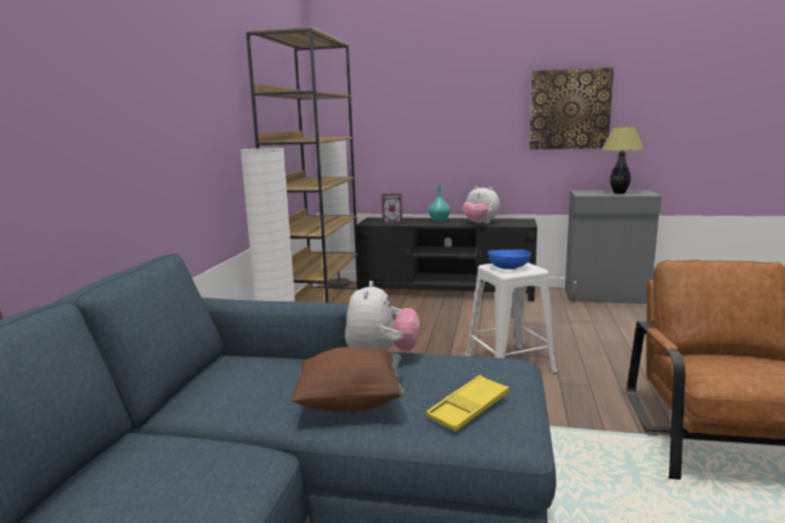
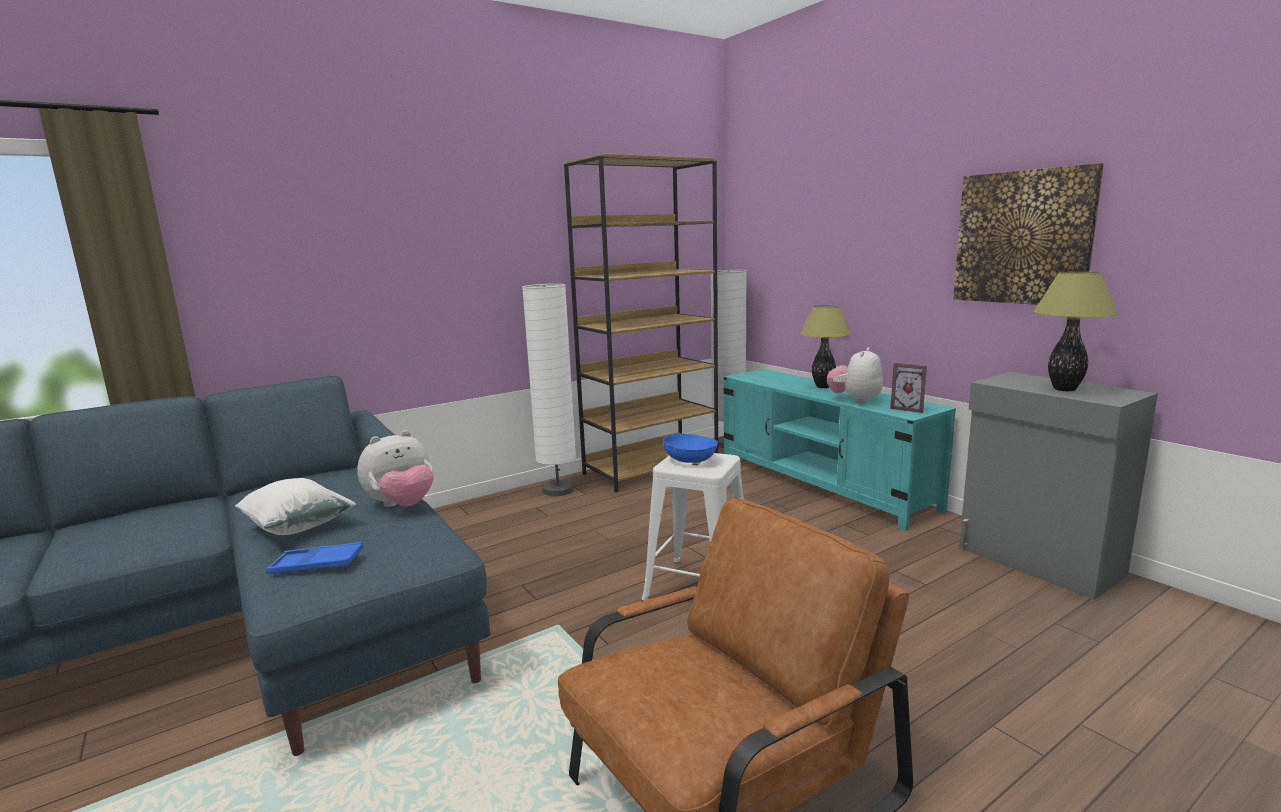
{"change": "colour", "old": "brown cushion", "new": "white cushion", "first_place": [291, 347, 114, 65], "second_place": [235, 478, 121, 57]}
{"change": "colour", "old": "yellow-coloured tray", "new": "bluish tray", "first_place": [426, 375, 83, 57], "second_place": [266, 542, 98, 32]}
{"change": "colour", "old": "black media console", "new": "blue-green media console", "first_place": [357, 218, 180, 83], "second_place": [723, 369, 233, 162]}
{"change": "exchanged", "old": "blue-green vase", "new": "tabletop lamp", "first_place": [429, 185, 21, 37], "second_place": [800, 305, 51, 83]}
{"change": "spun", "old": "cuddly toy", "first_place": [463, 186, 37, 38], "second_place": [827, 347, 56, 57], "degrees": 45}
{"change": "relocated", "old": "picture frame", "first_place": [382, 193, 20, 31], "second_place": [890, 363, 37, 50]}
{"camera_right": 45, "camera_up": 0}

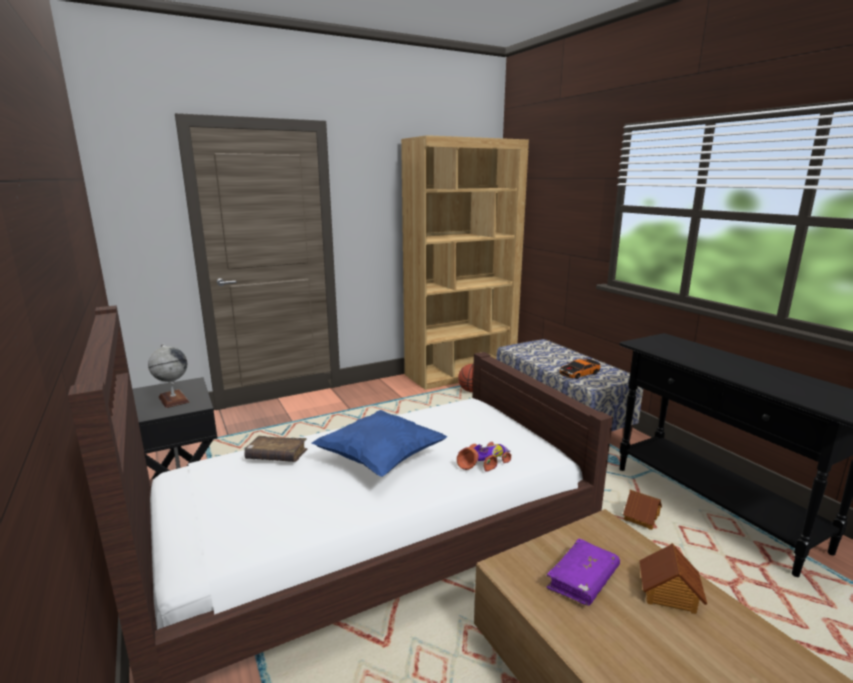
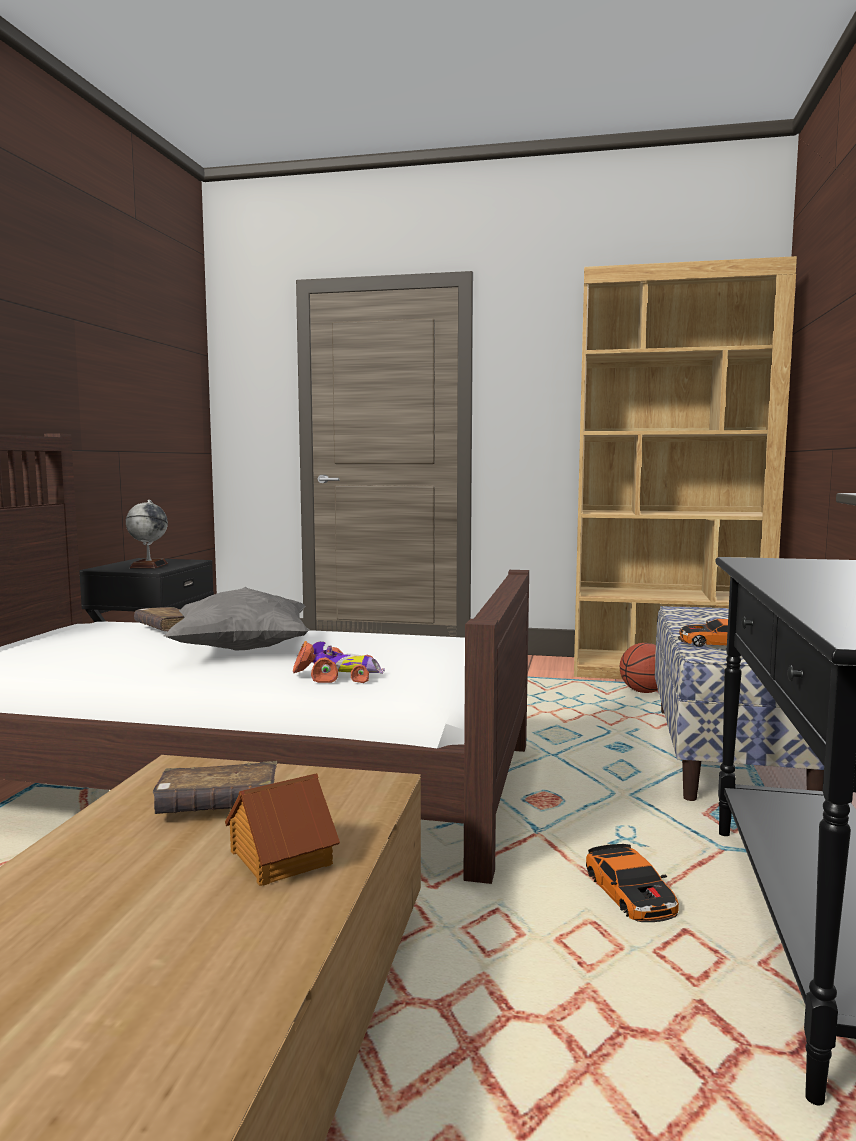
{"change": "colour", "old": "purplish volume", "new": "brown volume", "first_place": [547, 539, 73, 67], "second_place": [153, 761, 124, 53]}
{"change": "colour", "old": "bluish cushion", "new": "gray cushion", "first_place": [312, 410, 135, 67], "second_place": [164, 587, 146, 63]}
{"change": "exchanged", "old": "miniature house", "new": "miniature car", "first_place": [623, 490, 39, 40], "second_place": [586, 844, 93, 78]}
{"camera_right": 40, "camera_up": -10}

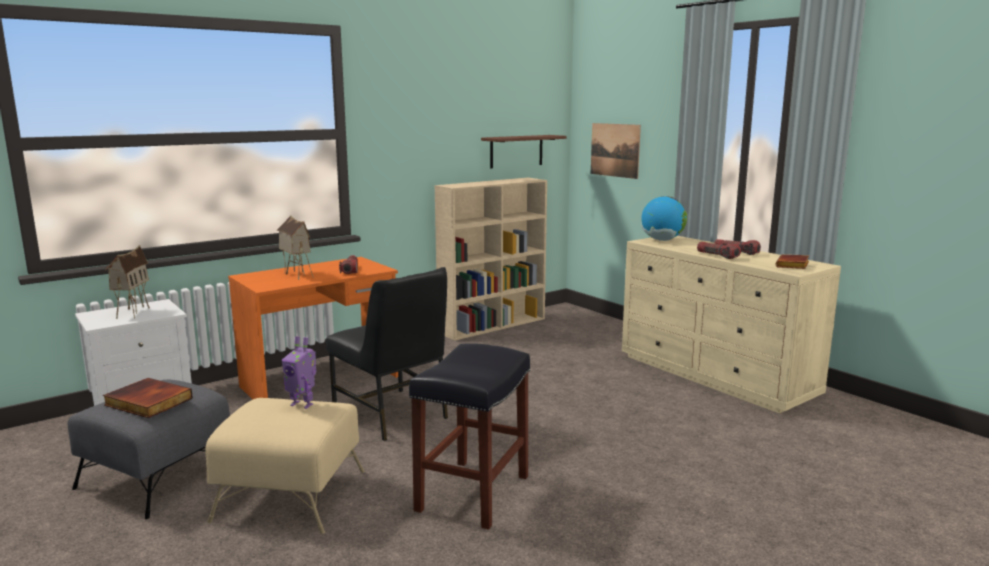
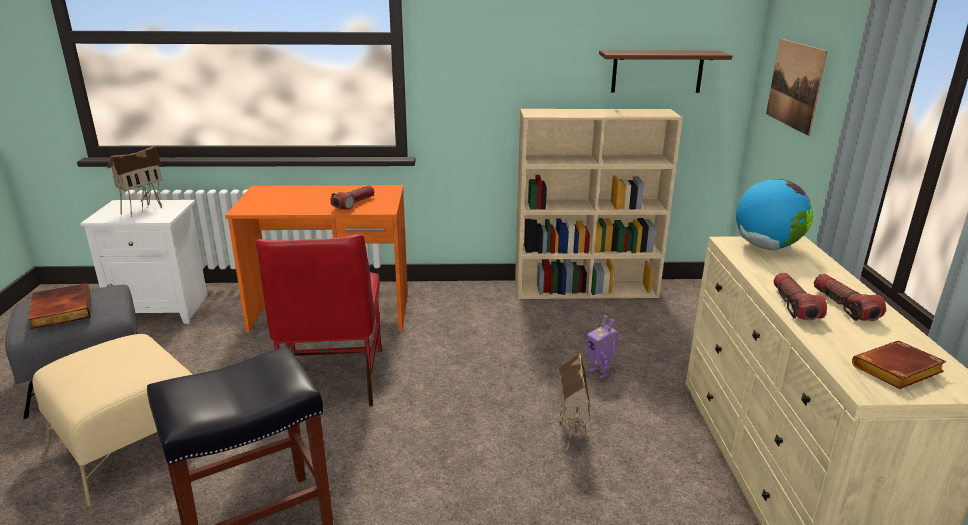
{"change": "colour", "old": "black chair", "new": "red chair", "first_place": [326, 267, 122, 174], "second_place": [255, 235, 127, 172]}
{"change": "relocated", "old": "miniature house", "first_place": [277, 215, 37, 65], "second_place": [557, 353, 34, 97]}
{"change": "relocated", "old": "toy robot", "first_place": [282, 336, 34, 73], "second_place": [587, 315, 32, 64]}
{"camera_right": 35, "camera_up": 10}

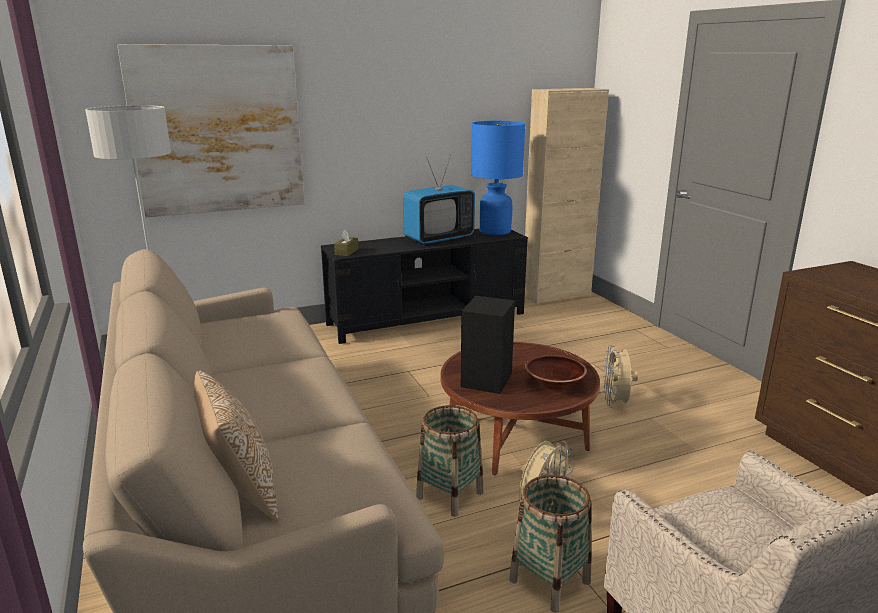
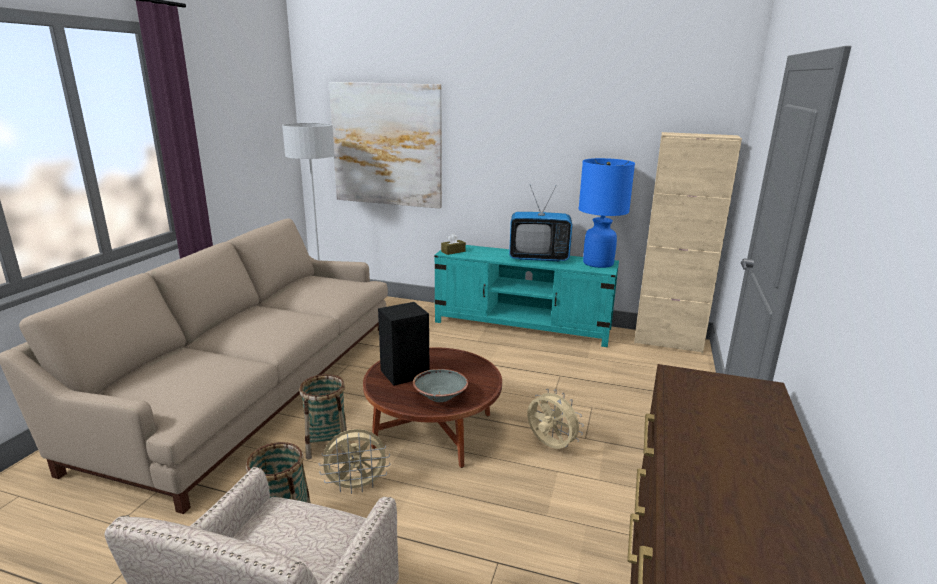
{"change": "colour", "old": "brown serving bowl", "new": "gray serving bowl", "first_place": [525, 356, 62, 35], "second_place": [413, 369, 55, 33]}
{"change": "colour", "old": "black media console", "new": "blue-green media console", "first_place": [321, 229, 207, 115], "second_place": [434, 245, 185, 102]}
{"change": "spun", "old": "sand-coloured electric fan", "first_place": [603, 345, 35, 62], "second_place": [527, 389, 57, 60], "degrees": 90}
{"change": "missing", "old": "cushion", "first_place": [194, 370, 84, 151]}
{"camera_right": 40, "camera_up": 0}

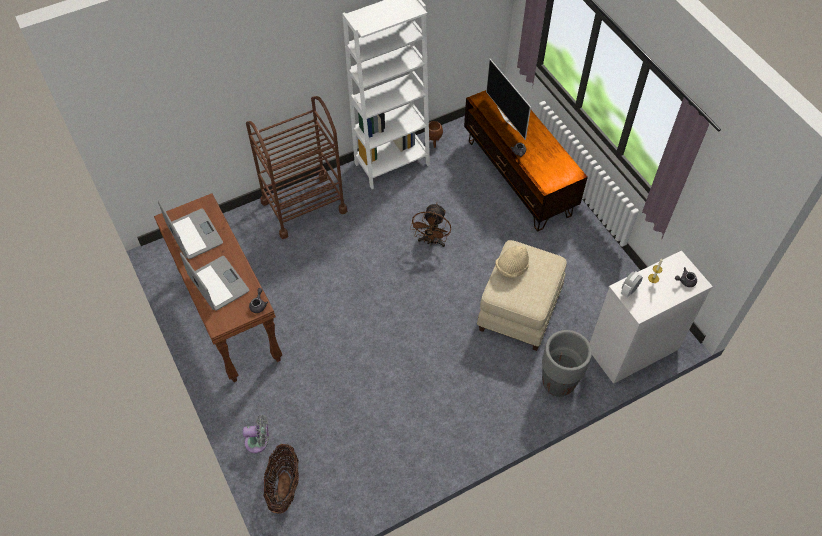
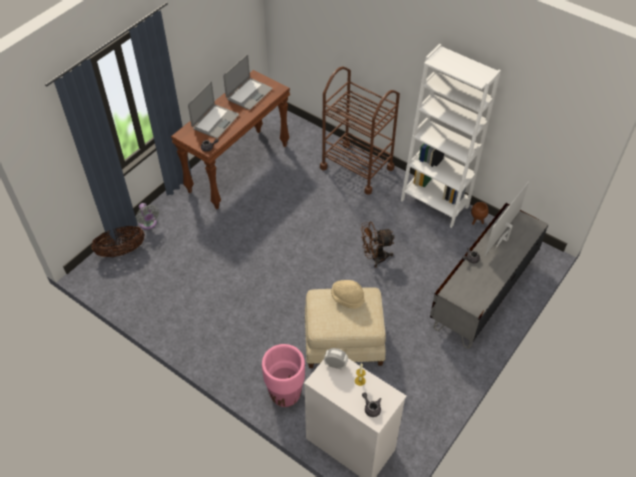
{"change": "colour", "old": "gray plant pot", "new": "pink plant pot", "first_place": [542, 330, 50, 67], "second_place": [262, 344, 43, 63]}
{"change": "colour", "old": "brown media console", "new": "gray media console", "first_place": [464, 90, 124, 141], "second_place": [430, 203, 119, 146]}
{"camera_right": 65, "camera_up": -5}

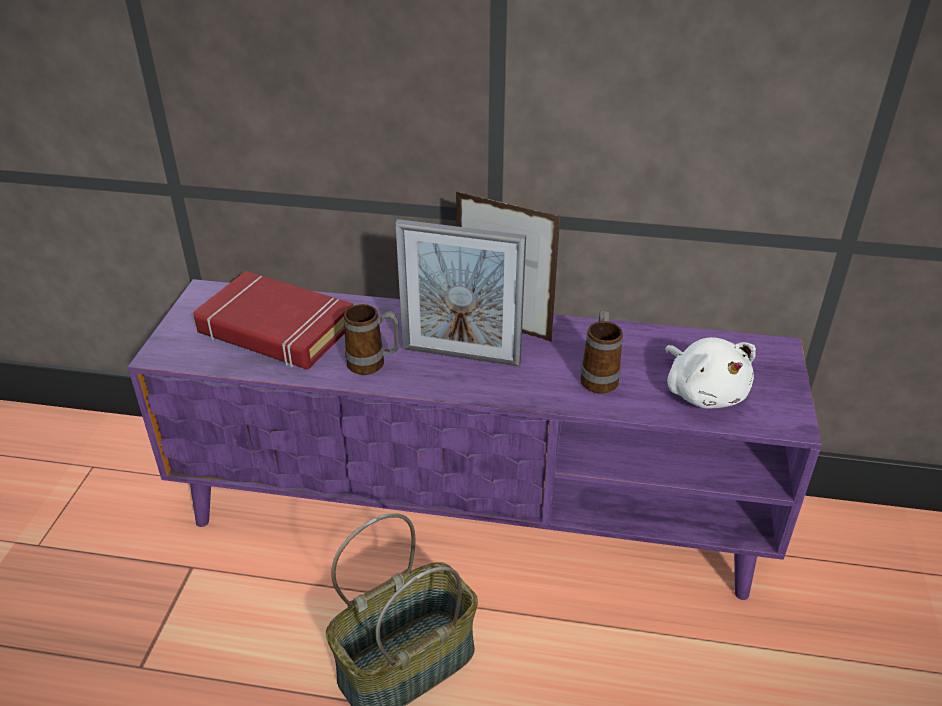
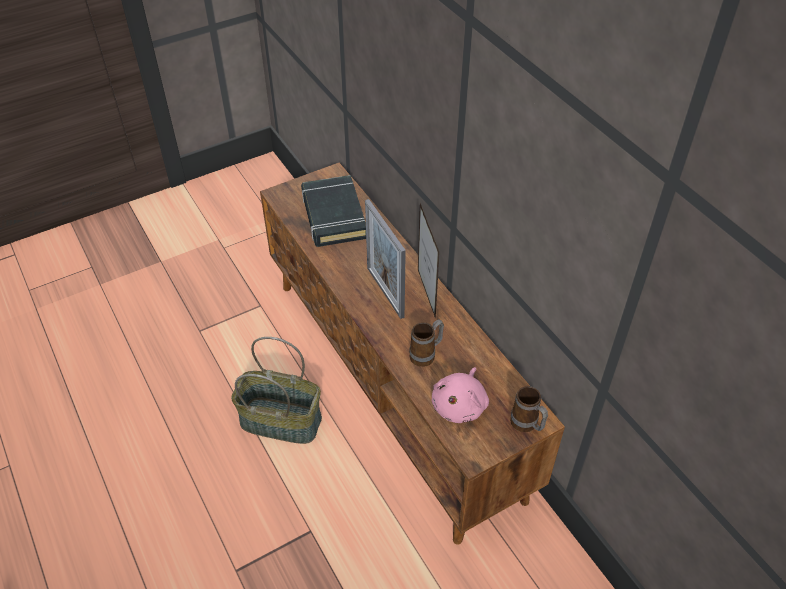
{"change": "colour", "old": "purplish media console", "new": "brown media console", "first_place": [128, 279, 694, 321], "second_place": [260, 163, 305, 382]}
{"change": "colour", "old": "red volume", "new": "black volume", "first_place": [193, 271, 160, 98], "second_place": [301, 175, 65, 72]}
{"change": "colour", "old": "white cuddly toy", "new": "pink cuddly toy", "first_place": [665, 337, 91, 72], "second_place": [431, 367, 58, 56]}
{"change": "relocated", "old": "mug", "first_place": [344, 304, 55, 71], "second_place": [510, 386, 38, 46]}
{"camera_right": 50, "camera_up": 10}

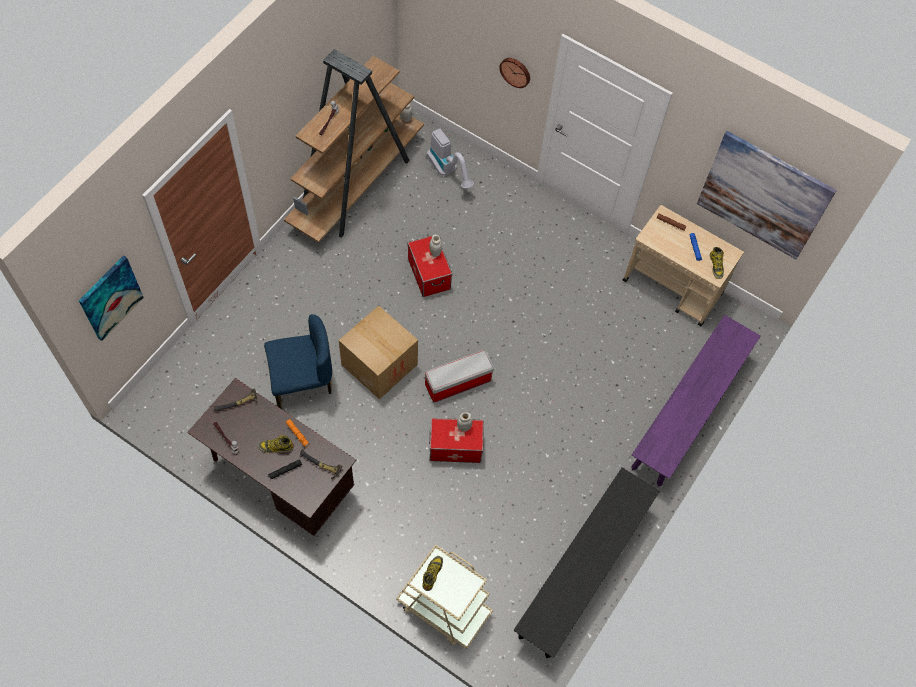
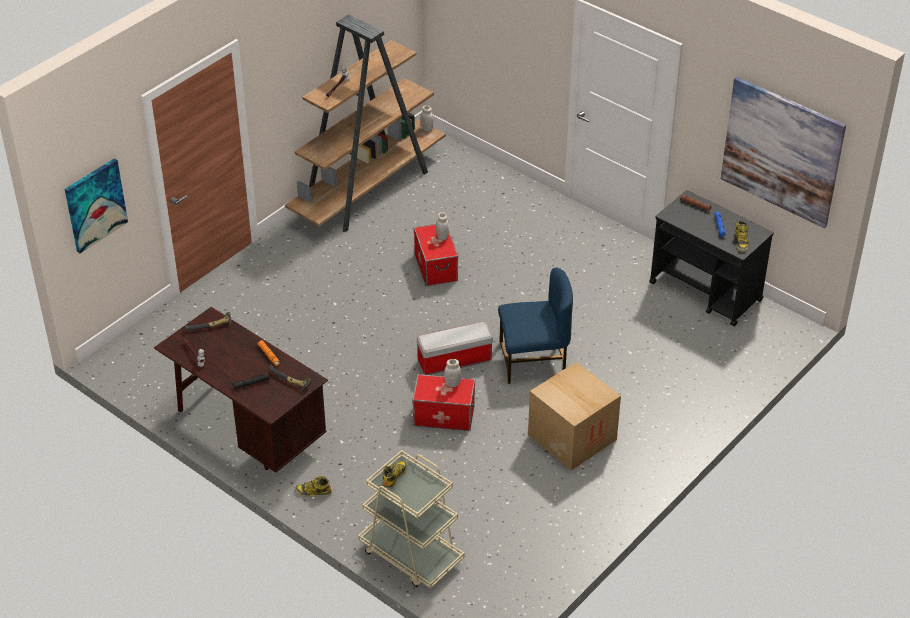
{"change": "relocated", "old": "tall boot", "first_place": [258, 435, 36, 18], "second_place": [294, 476, 38, 21]}
{"change": "relocated", "old": "bluish chair", "first_place": [264, 314, 68, 94], "second_place": [498, 268, 75, 116]}
{"change": "relocated", "old": "cardboard box", "first_place": [339, 306, 79, 94], "second_place": [528, 362, 93, 108]}
{"change": "colour", "old": "sand-coloured cart", "new": "black cart", "first_place": [623, 205, 121, 121], "second_place": [649, 190, 125, 137]}
{"change": "missing", "old": "vacuum", "first_place": [427, 129, 47, 60]}
{"change": "missing", "old": "clock on the wall", "first_place": [499, 58, 31, 30]}
{"change": "missing", "old": "black long seat", "first_place": [514, 467, 146, 191]}
{"change": "missing", "old": "purplish long seat", "first_place": [631, 315, 130, 172]}
{"camera_right": 10, "camera_up": -20}

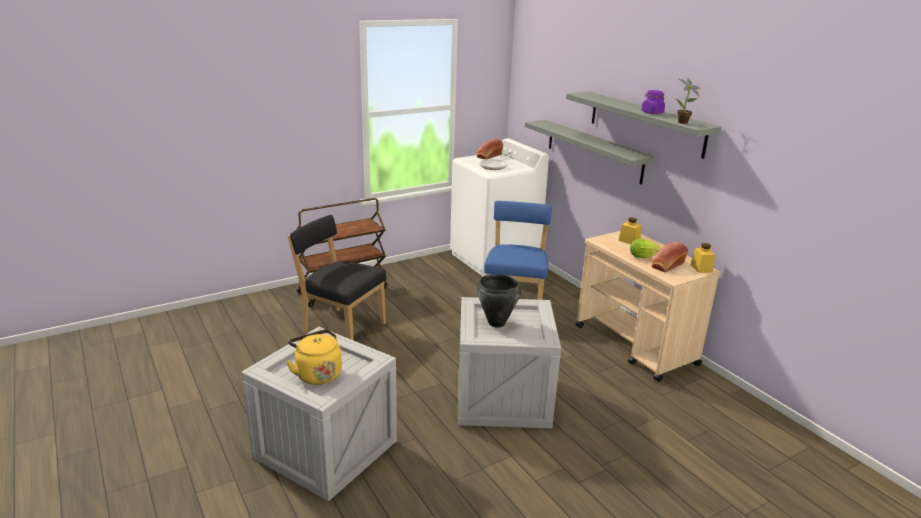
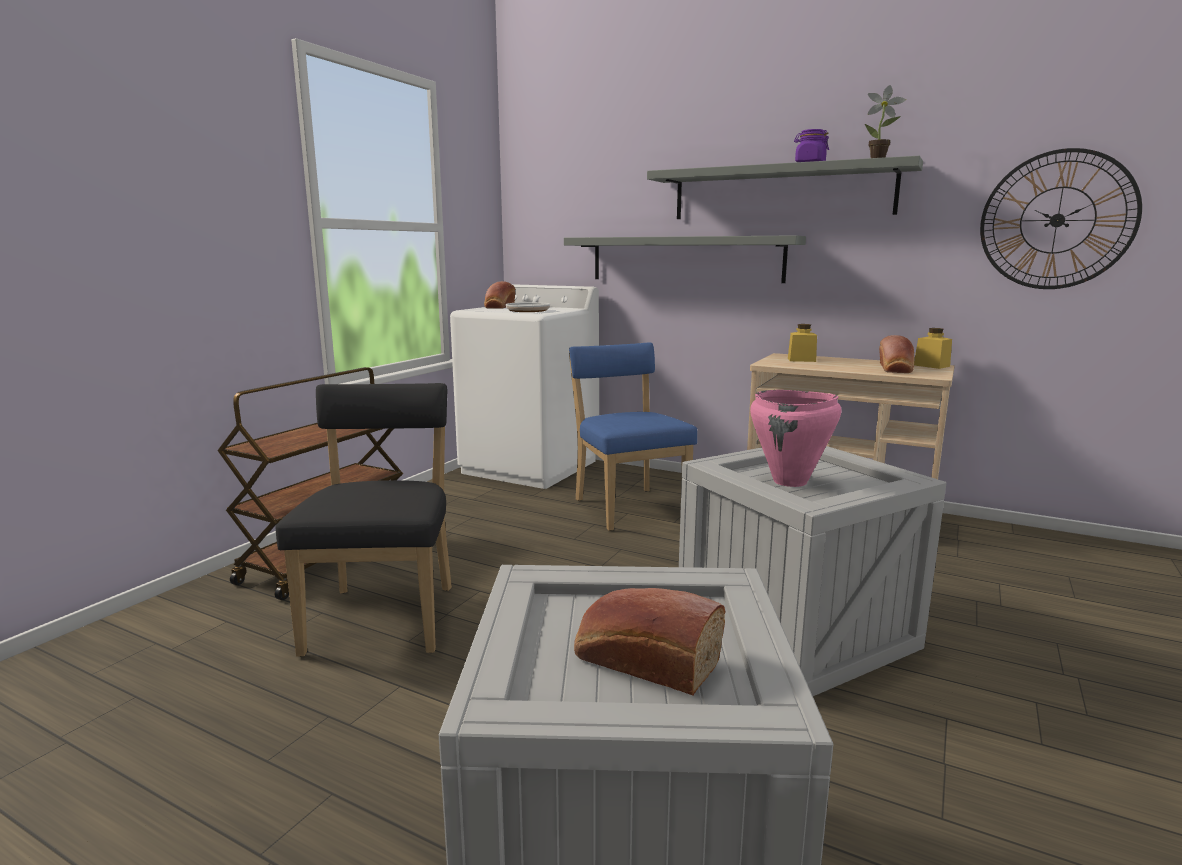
{"change": "spun", "old": "black chair", "first_place": [288, 215, 99, 126], "second_place": [276, 383, 176, 274], "degrees": 90}
{"change": "exchanged", "old": "yellow-coloured water kettle", "new": "baked bread", "first_place": [286, 329, 56, 56], "second_place": [574, 588, 152, 107]}
{"change": "colour", "old": "black saucepot", "new": "pink saucepot", "first_place": [477, 274, 44, 53], "second_place": [750, 390, 91, 97]}
{"change": "appeared", "new": "clock on the wall", "second_place": [980, 148, 162, 141]}
{"change": "missing", "old": "lettuce head", "first_place": [630, 239, 31, 19]}
{"camera_right": -30, "camera_up": -10}

